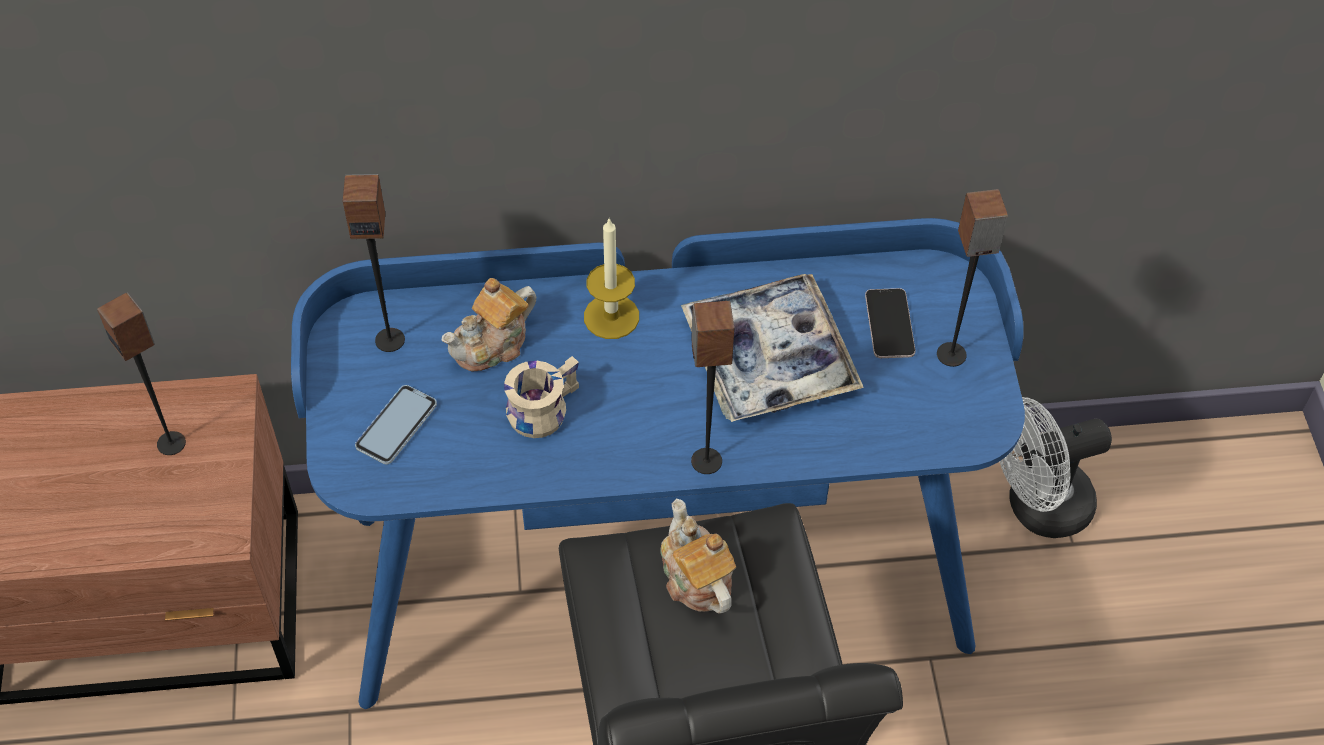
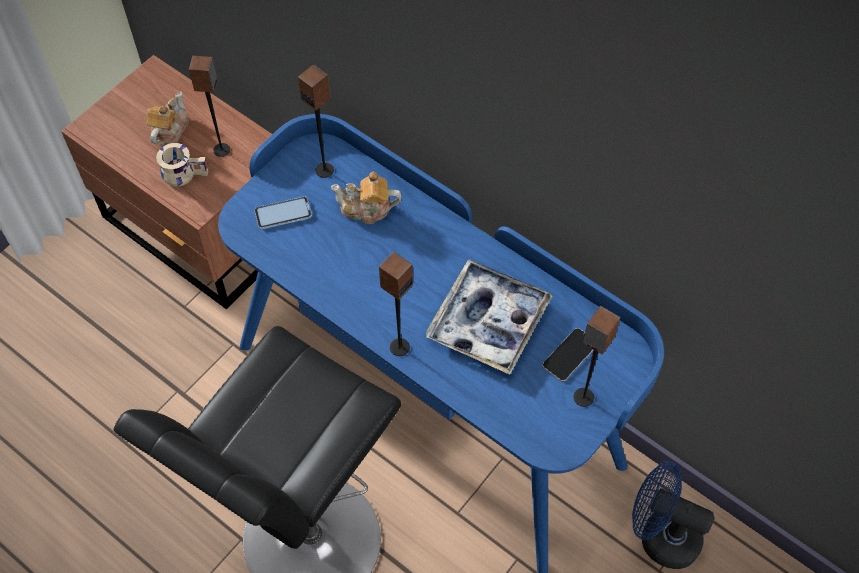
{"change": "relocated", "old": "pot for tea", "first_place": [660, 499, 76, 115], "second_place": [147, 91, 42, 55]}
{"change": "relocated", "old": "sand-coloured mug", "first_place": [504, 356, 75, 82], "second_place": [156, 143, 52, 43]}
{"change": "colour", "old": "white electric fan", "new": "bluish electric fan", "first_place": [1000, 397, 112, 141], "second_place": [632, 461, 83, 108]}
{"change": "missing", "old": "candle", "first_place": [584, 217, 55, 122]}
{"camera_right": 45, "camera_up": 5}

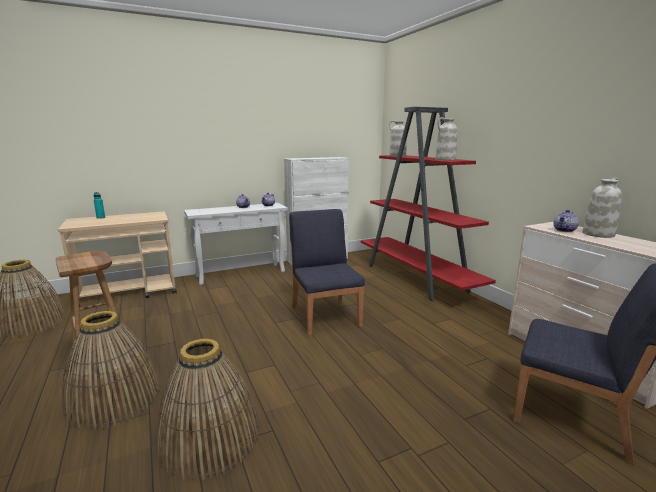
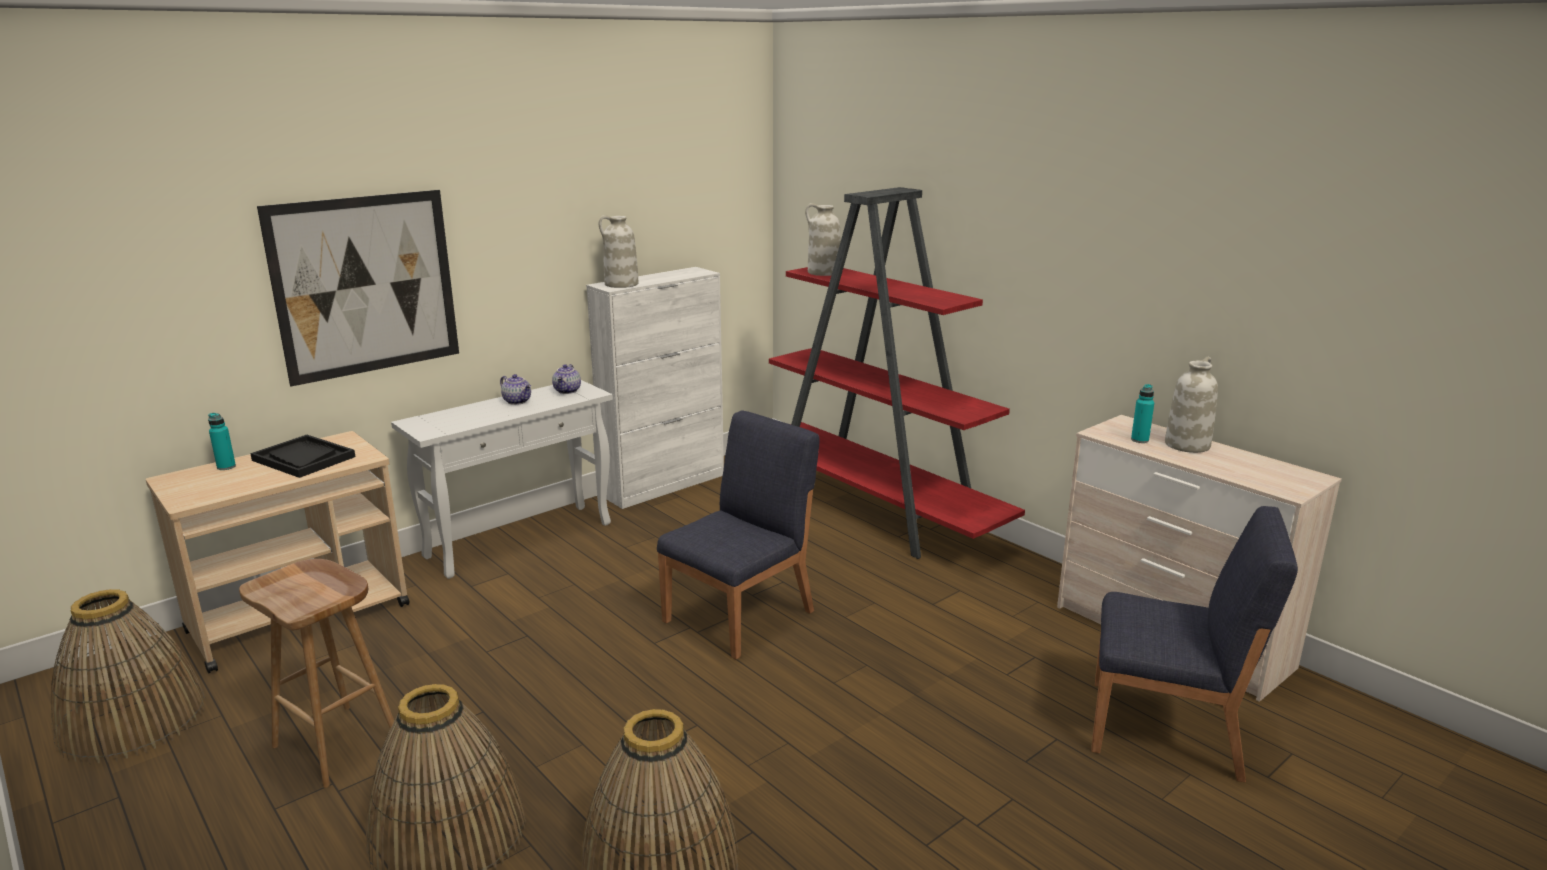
{"change": "appeared", "new": "black tray", "second_place": [250, 435, 106, 43]}
{"change": "appeared", "new": "wall art", "second_place": [257, 190, 202, 196]}
{"change": "relocated", "old": "white vase", "first_place": [435, 117, 22, 43], "second_place": [599, 215, 39, 73]}
{"change": "spun", "old": "bluish chair", "first_place": [289, 209, 76, 127], "second_place": [657, 410, 163, 249], "degrees": 75}
{"change": "exchanged", "old": "pot for tea", "new": "blue-green drink bottle", "first_place": [553, 210, 26, 22], "second_place": [1131, 384, 23, 59]}
{"camera_right": -15, "camera_up": 5}

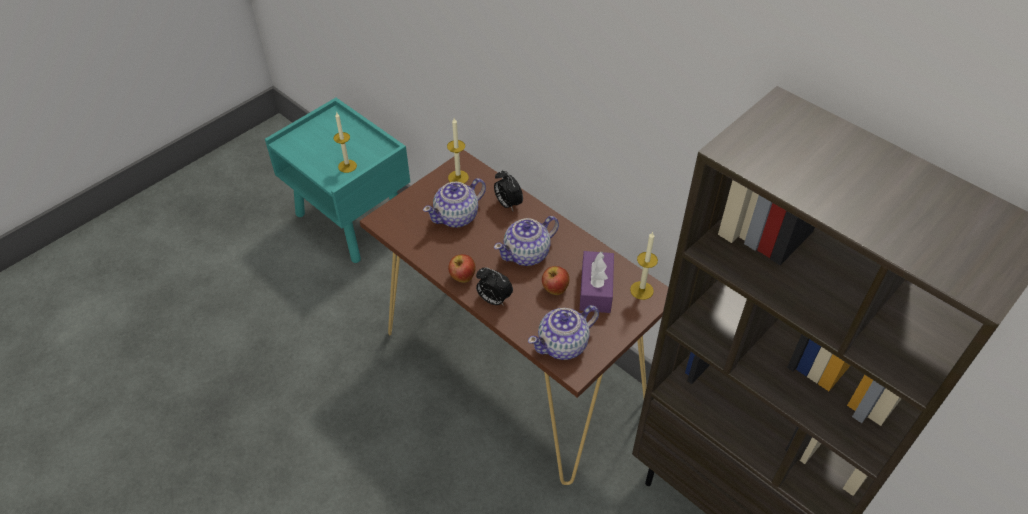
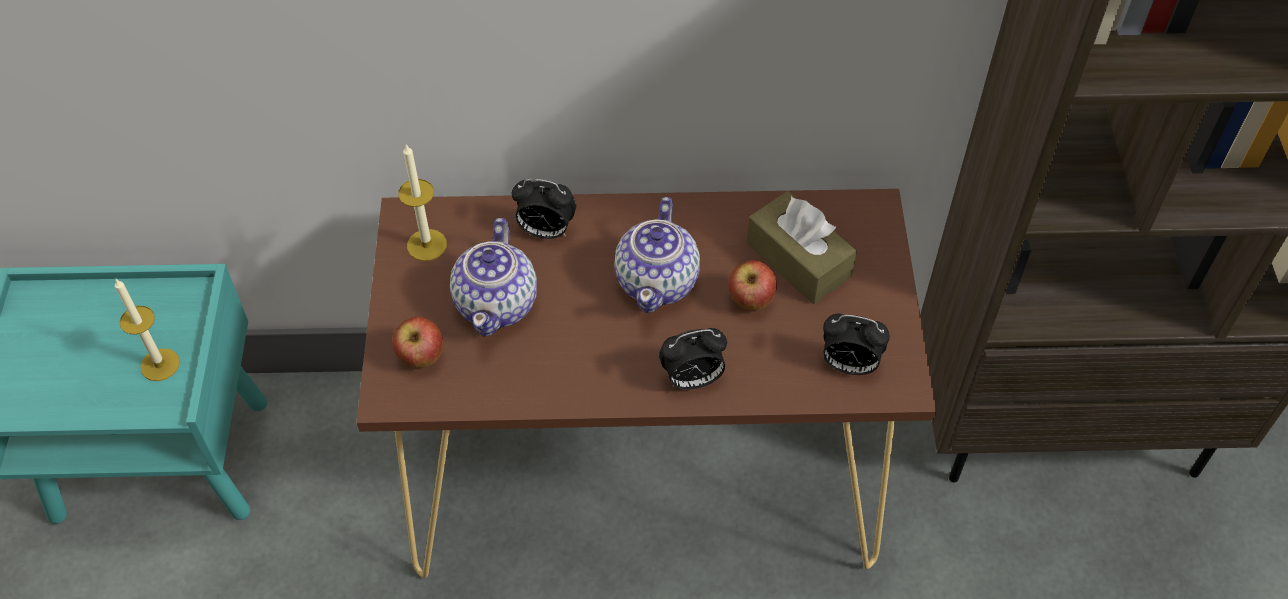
{"change": "relocated", "old": "apple fruit", "first_place": [448, 254, 28, 29], "second_place": [392, 317, 51, 51]}
{"change": "colour", "old": "purplish box of tissues", "new": "brown box of tissues", "first_place": [579, 251, 35, 62], "second_place": [747, 191, 110, 113]}
{"change": "exchanged", "old": "pot for tea", "new": "bedside clock", "first_place": [528, 305, 71, 55], "second_place": [823, 314, 67, 61]}
{"change": "missing", "old": "candle", "first_place": [630, 232, 28, 68]}
{"camera_right": -45, "camera_up": 5}

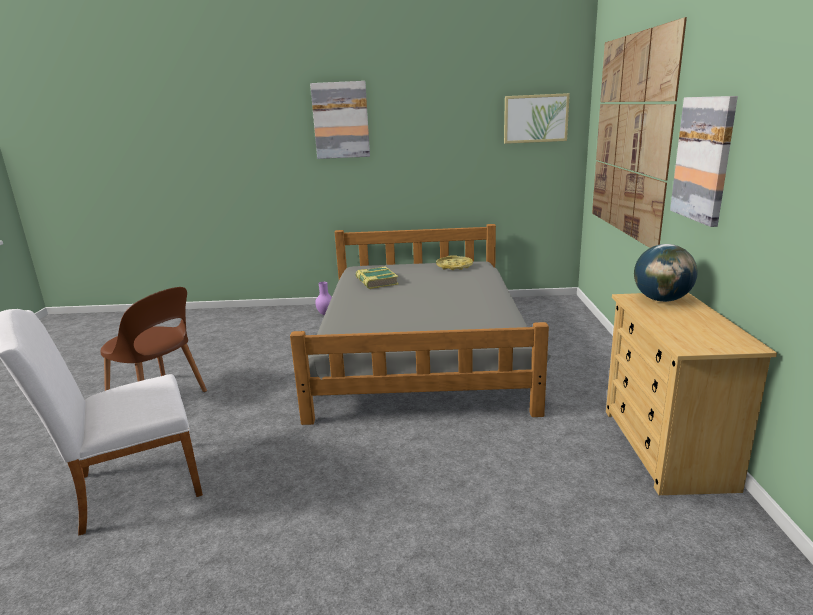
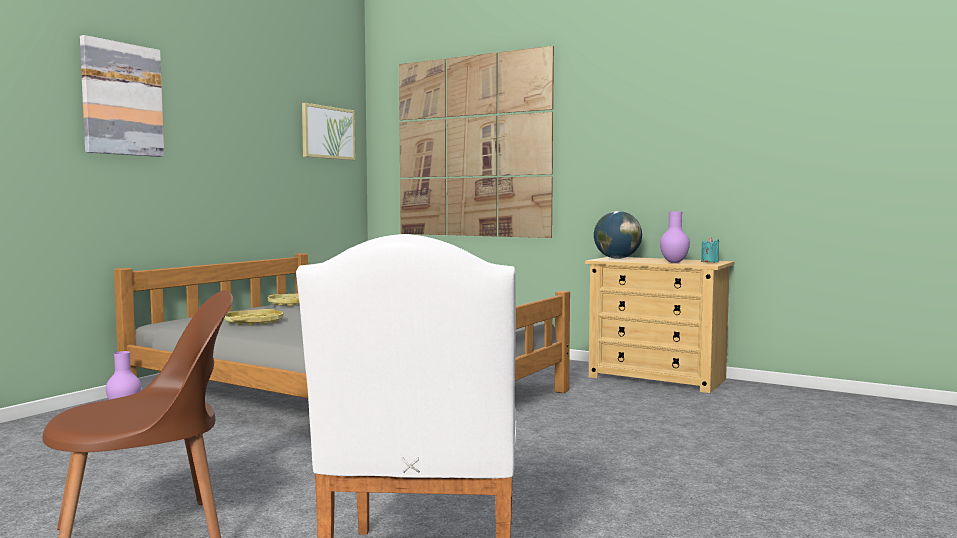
{"change": "exchanged", "old": "volume", "new": "yellow-coloured tray", "first_place": [356, 266, 43, 23], "second_place": [224, 309, 60, 17]}
{"change": "appeared", "new": "purplish vase", "second_place": [660, 212, 30, 51]}
{"change": "appeared", "new": "blue-green candle", "second_place": [701, 237, 18, 25]}
{"change": "missing", "old": "wall art", "first_place": [670, 96, 68, 131]}
{"camera_right": -60, "camera_up": -15}

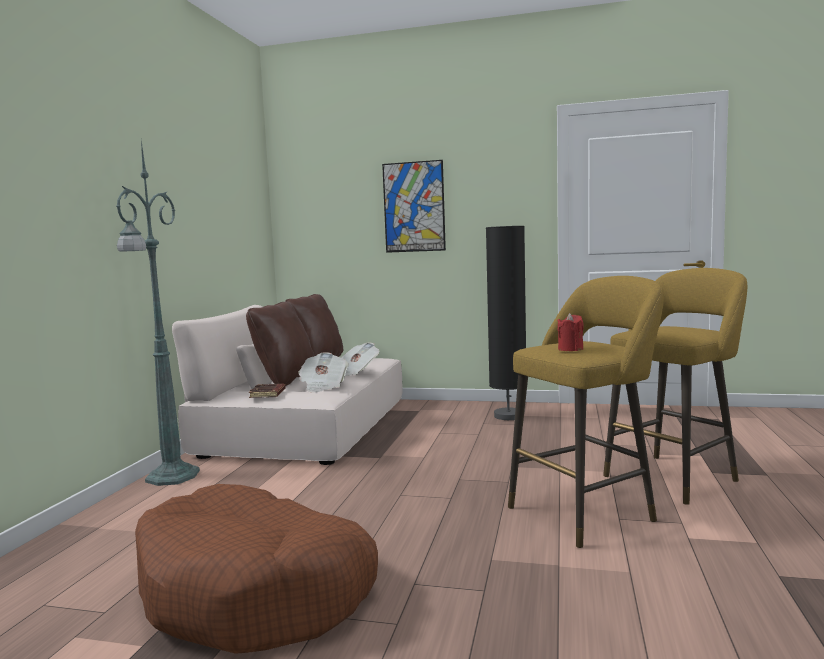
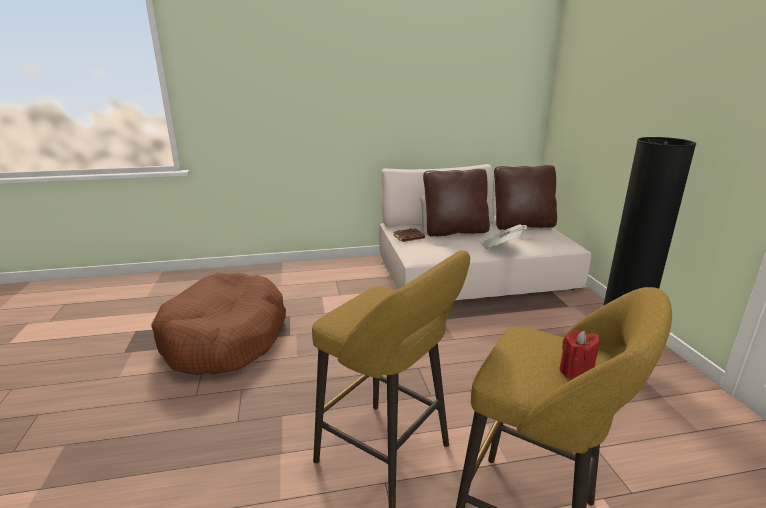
{"change": "relocated", "old": "red candle", "first_place": [558, 313, 26, 38], "second_place": [559, 330, 40, 49]}
{"change": "missing", "old": "green standard lamp", "first_place": [116, 140, 84, 346]}
{"change": "missing", "old": "daily paper", "first_place": [298, 352, 51, 41]}
{"change": "missing", "old": "wall art", "first_place": [382, 160, 64, 93]}
{"camera_right": 65, "camera_up": 15}

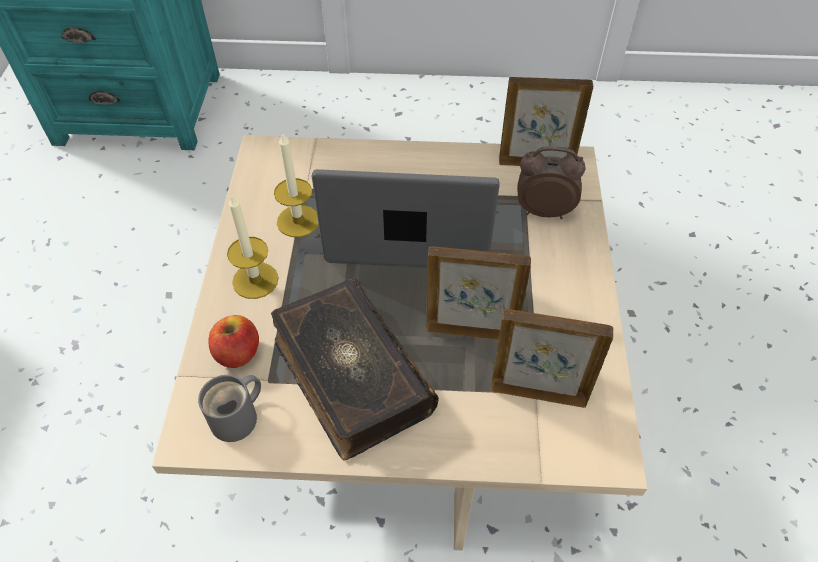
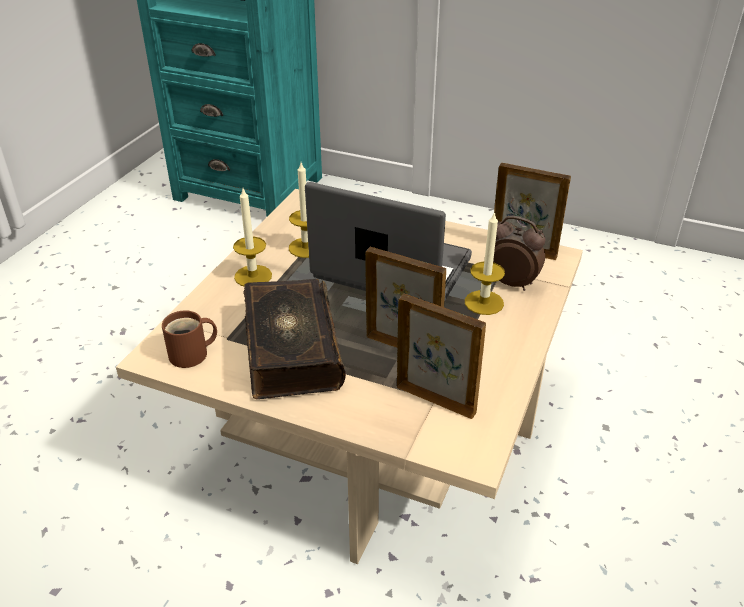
{"change": "colour", "old": "gray mug", "new": "brown mug", "first_place": [198, 375, 63, 67], "second_place": [162, 310, 55, 58]}
{"change": "appeared", "new": "candle", "second_place": [465, 211, 40, 104]}
{"change": "missing", "old": "apple fruit", "first_place": [208, 315, 51, 53]}
{"camera_right": 20, "camera_up": -15}

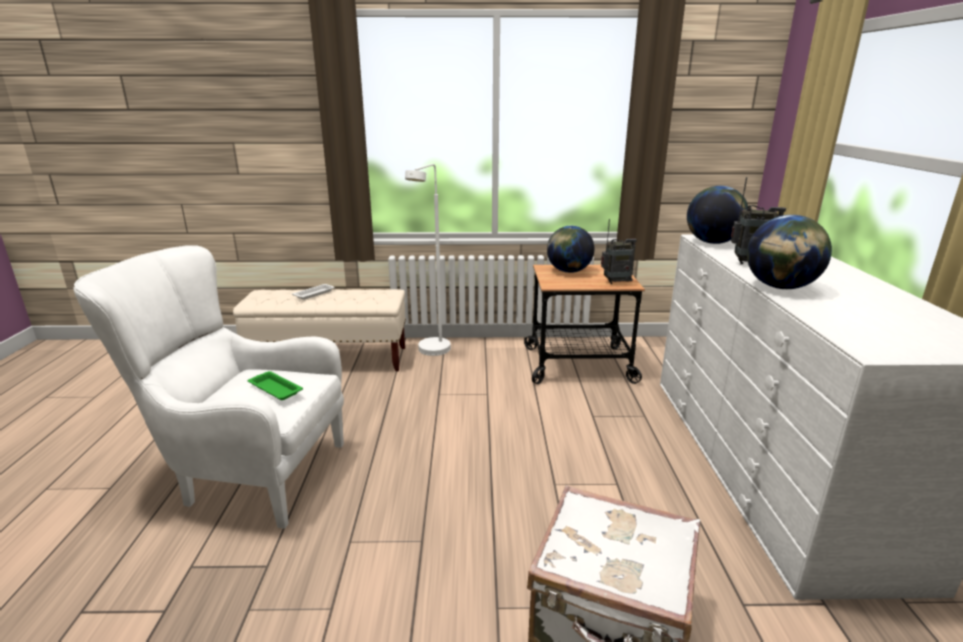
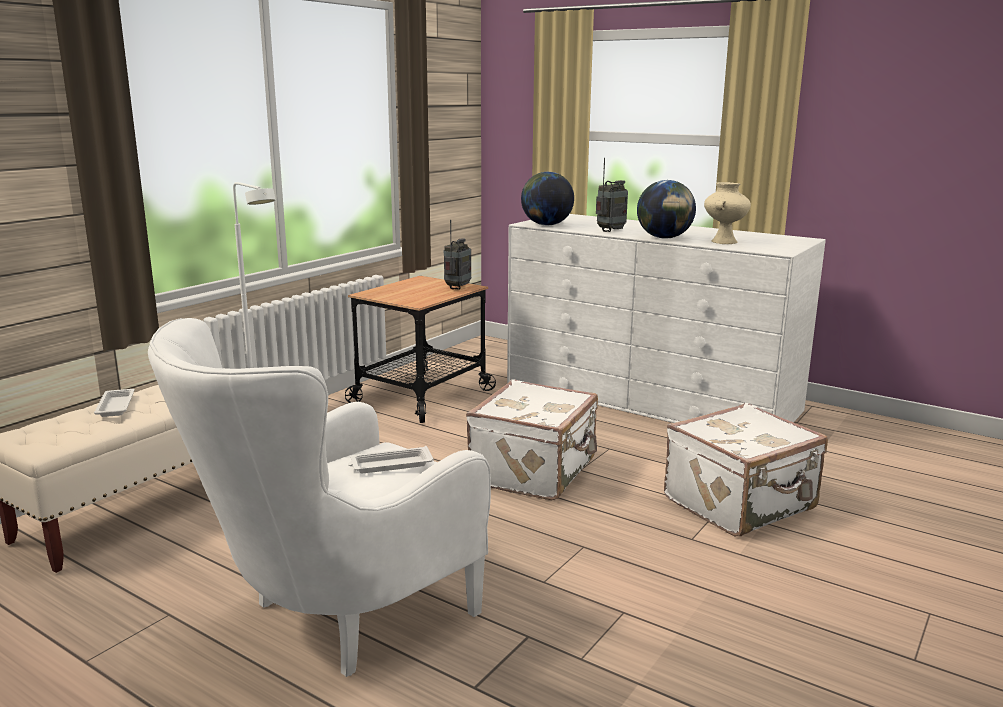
{"change": "colour", "old": "green tray", "new": "white tray", "first_place": [248, 371, 55, 29], "second_place": [348, 446, 86, 28]}
{"change": "appeared", "new": "white piece of luggage", "second_place": [466, 379, 132, 121]}
{"change": "appeared", "new": "sand-coloured vase", "second_place": [704, 182, 47, 62]}
{"change": "missing", "old": "world globe", "first_place": [547, 226, 47, 47]}
{"camera_right": -55, "camera_up": -5}

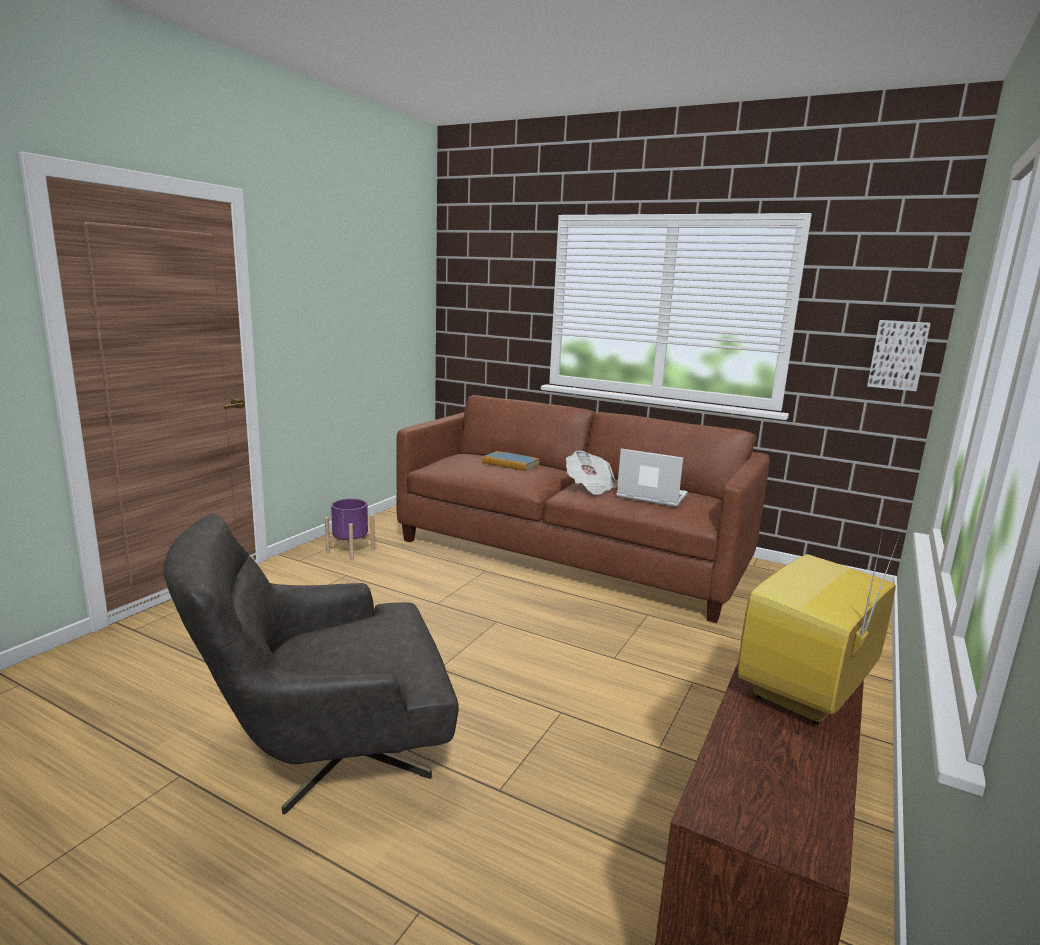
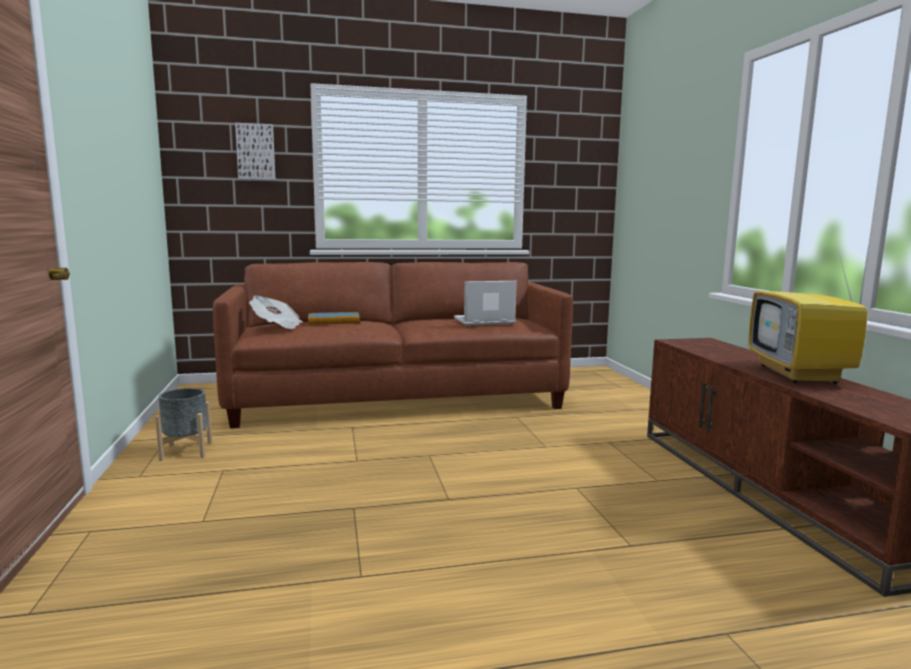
{"change": "colour", "old": "purplish plant pot", "new": "gray plant pot", "first_place": [325, 499, 50, 61], "second_place": [155, 388, 57, 73]}
{"change": "relocated", "old": "wall art", "first_place": [867, 320, 63, 71], "second_place": [235, 123, 41, 57]}
{"change": "relocated", "old": "daily paper", "first_place": [566, 451, 51, 44], "second_place": [249, 296, 54, 33]}
{"change": "missing", "old": "gray easy chair", "first_place": [163, 513, 296, 301]}
{"camera_right": -40, "camera_up": -5}

